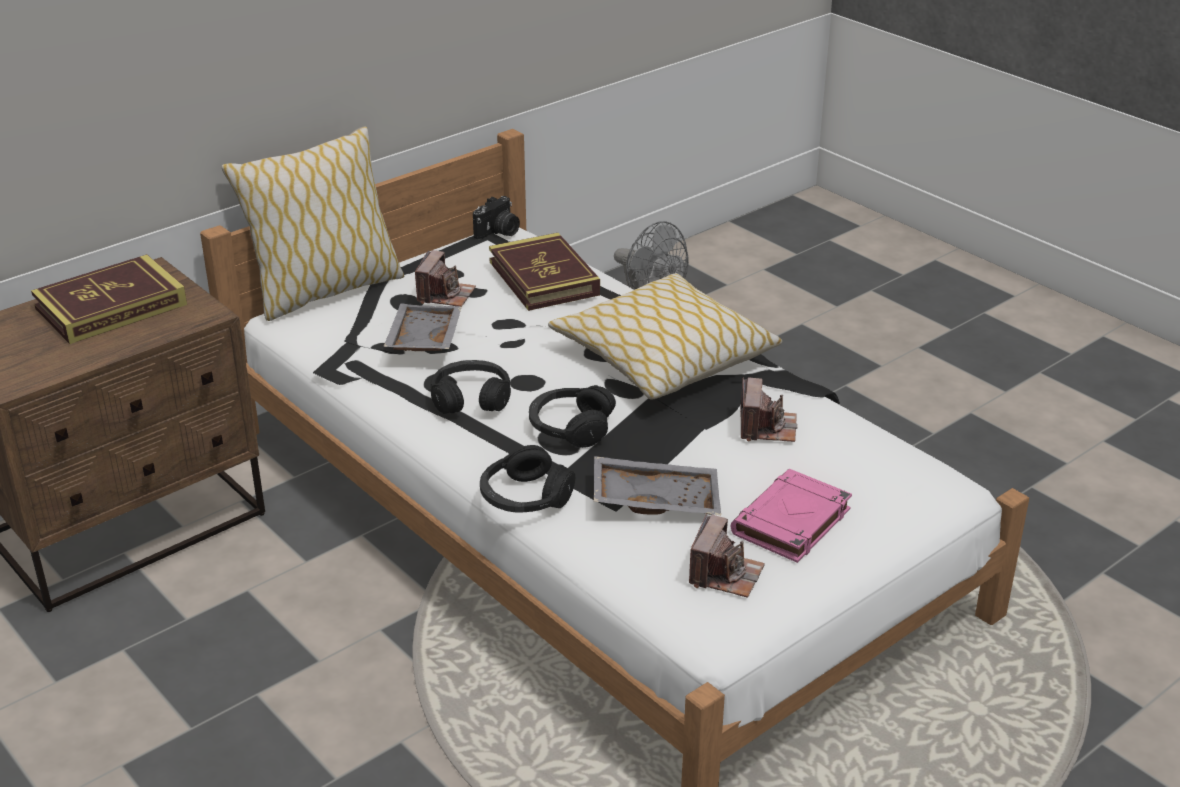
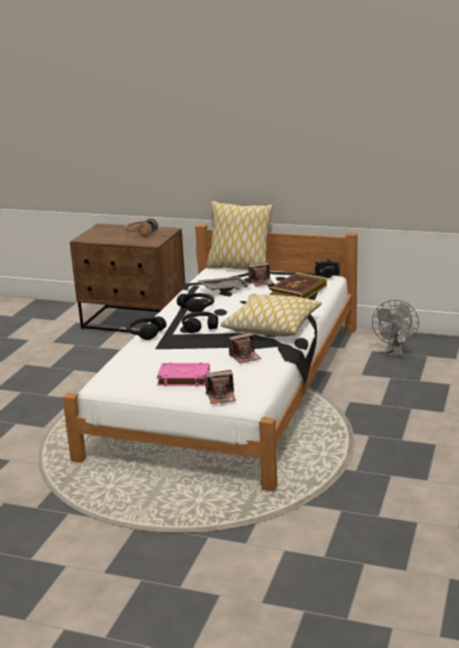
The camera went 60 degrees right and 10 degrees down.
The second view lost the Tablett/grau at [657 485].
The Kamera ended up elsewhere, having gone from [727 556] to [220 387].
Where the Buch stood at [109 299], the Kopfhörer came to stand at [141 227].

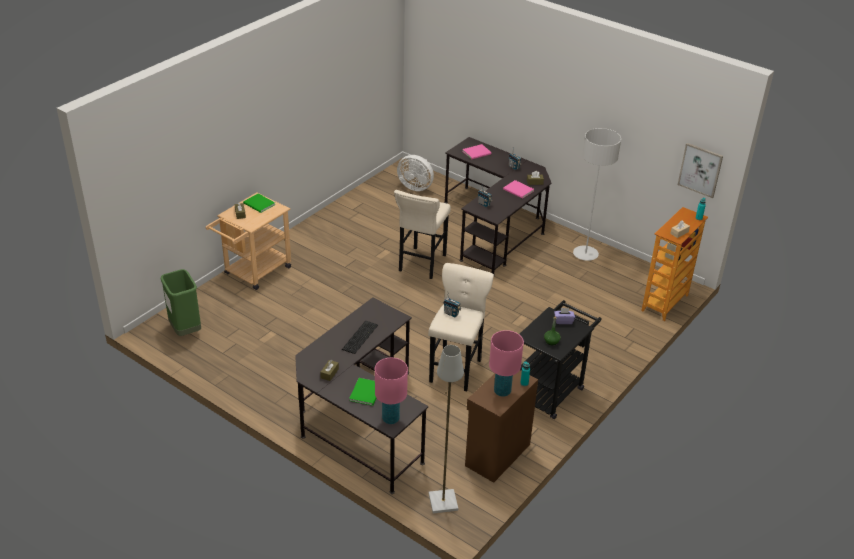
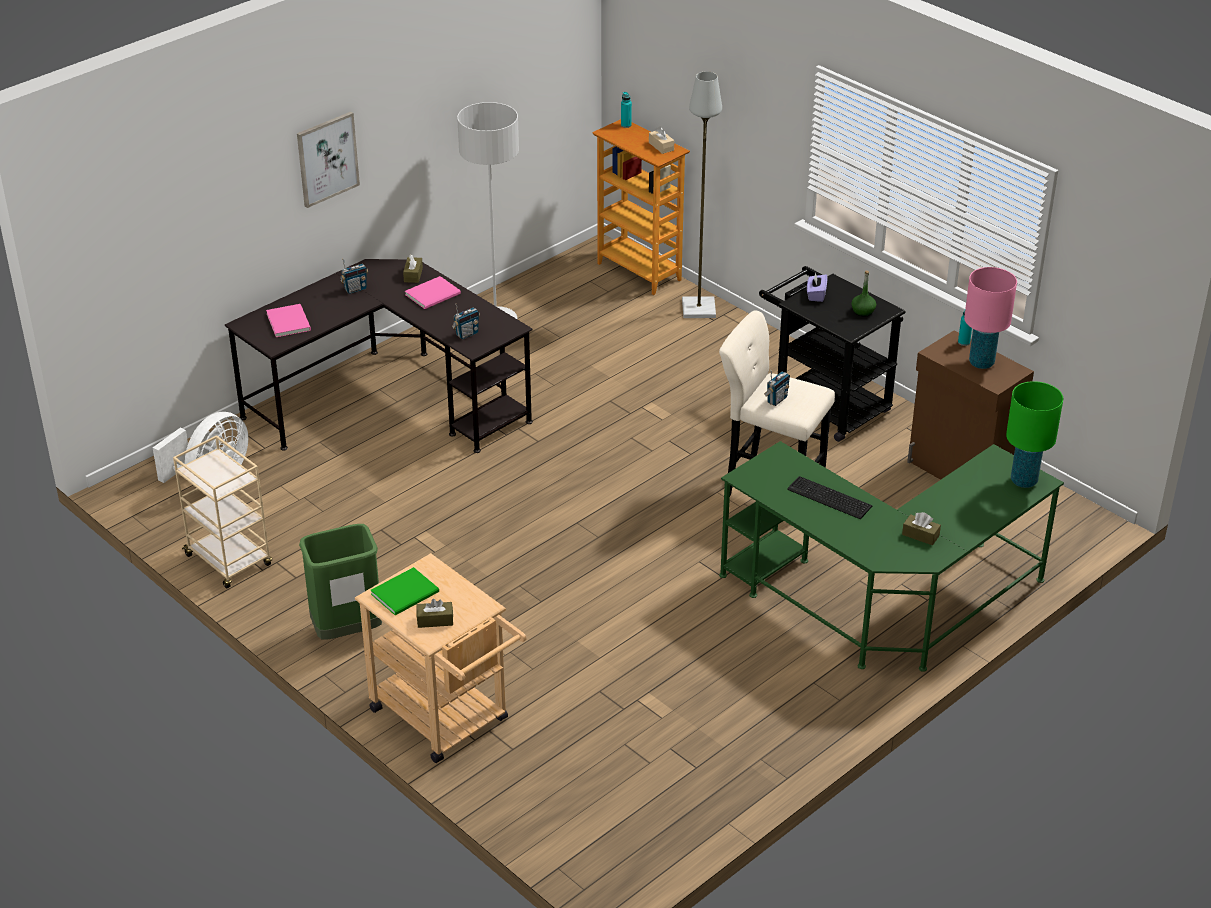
The camera went 80 degrees left and 0 degrees up.
The second view lost the Buch/grün at [362 392].
The second view lost the Hocker/beige at [422 234].
The second view gained the Rollwagen/beige at [222 511].
The Mülleimer/grün ended up elsewhere, having gone from [181 302] to [340 582].
The Stehlampe/grau ended up elsewhere, having gone from [446 429] to [702 194].
The Bild ended up elsewhere, having gone from [700 170] to [328 160].
What was the Schreibtisch/schwarz at [361 395] turned into the Schreibtisch/grün at [891 556].
What was the Tischlampe/rosa at [391 391] turned into the Tischlampe/grün at [1034 434].

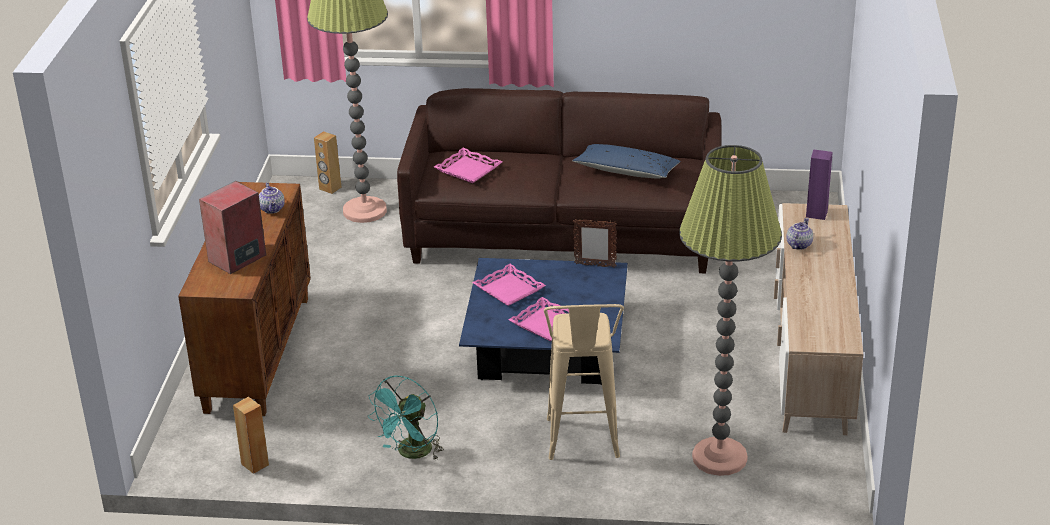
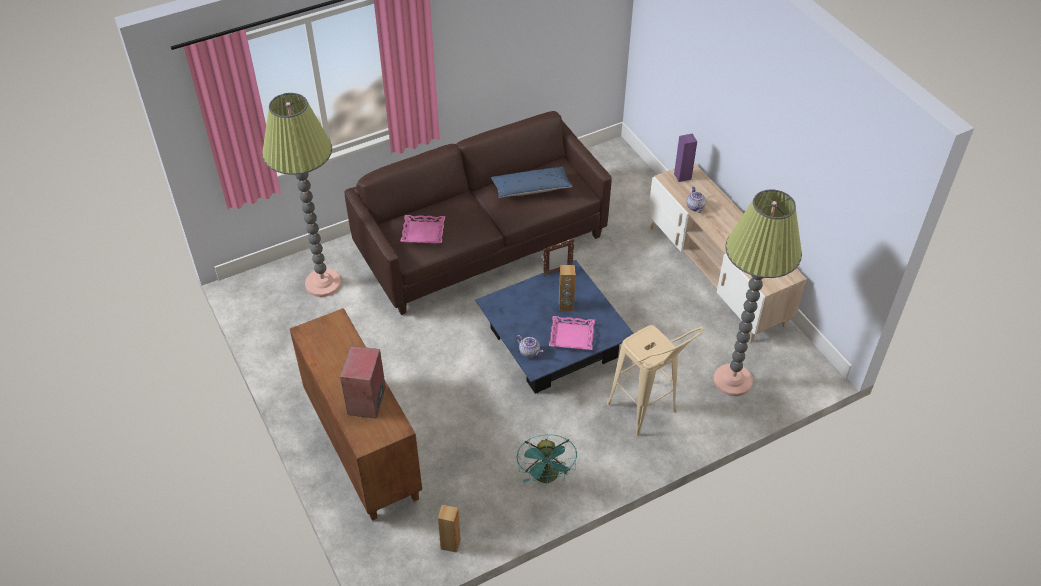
The camera went 35 degrees left and 15 degrees up.
The second view lost the Tablett/rosa at [509 285].
The Teekanne ended up elsewhere, having gone from [272 198] to [529 346].
The Lautsprecher/braun ended up elsewhere, having gone from [328 162] to [567 288].

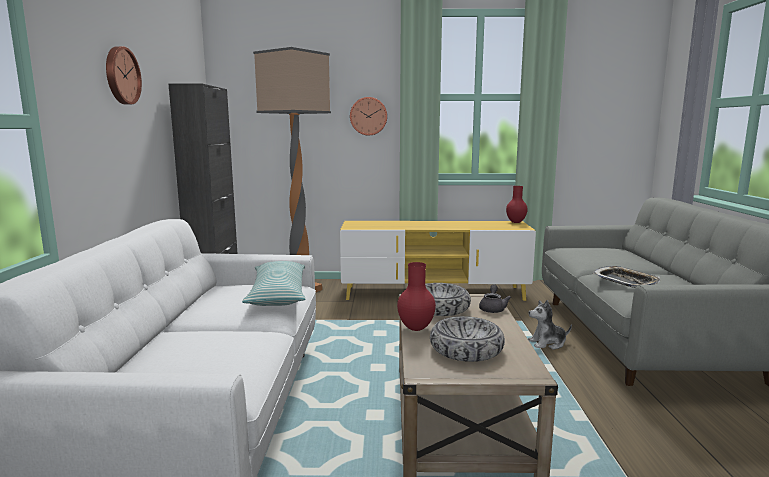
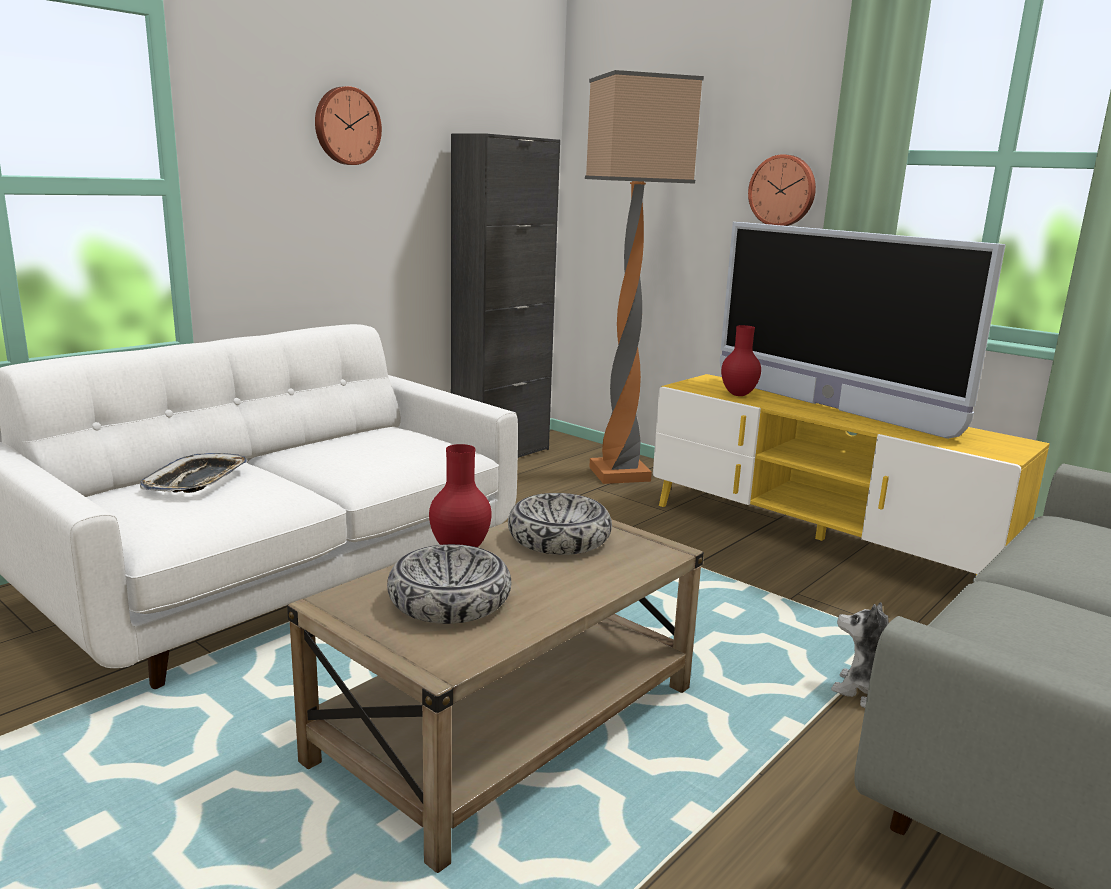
The camera went 40 degrees right and 5 degrees up.
The second view lost the Kissen at [273 283].
The second view lost the Teekanne/grau at [495 298].
The second view gained the Fernseher at [863 330].
The Vase/rot ended up elsewhere, having gone from [517 204] to [741 360].
The Tablett ended up elsewhere, having gone from [626 277] to [194 473].

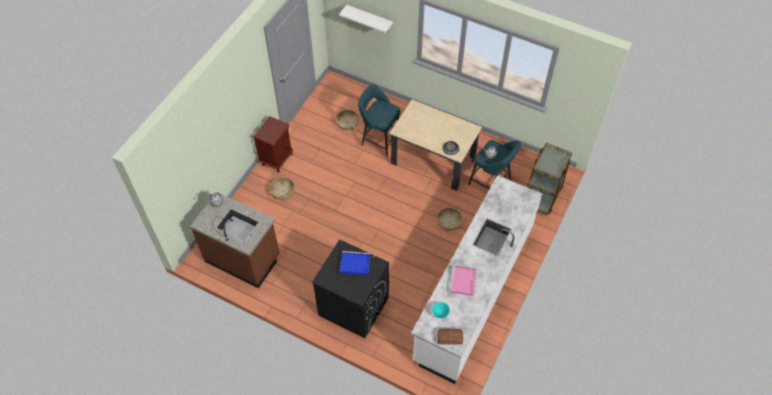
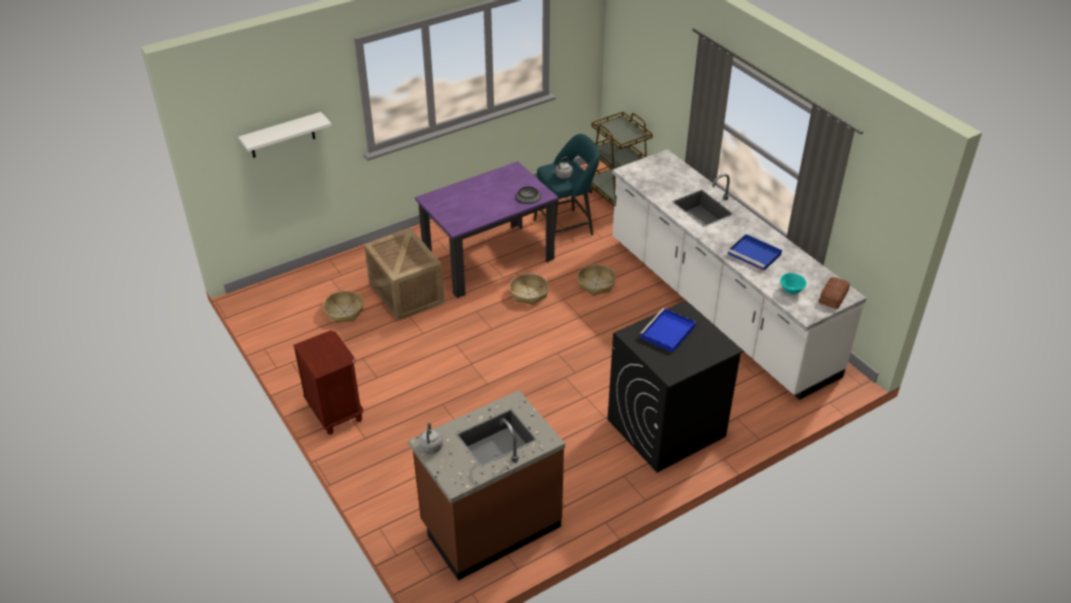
The camera went 60 degrees left and 15 degrees down.
The Korb ended up elsewhere, having gone from [282 189] to [529 289].
Where the Hocker/türkis stood at [379 120], the Kiste came to stand at [404 274].
What was the Esstisch/beige at [435 145] turned into the Esstisch/lila at [486 229].
What was the Tablett/rosa at [463 281] turned into the Tablett/blau at [755 252].

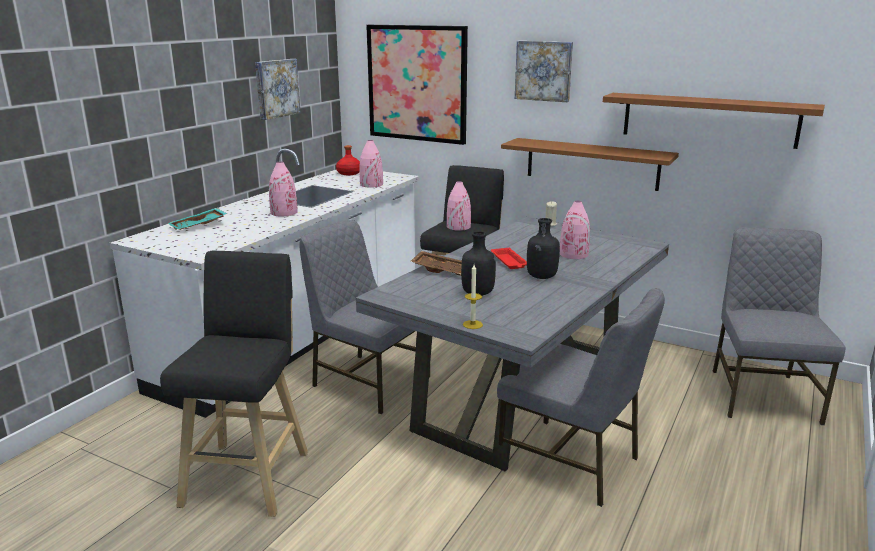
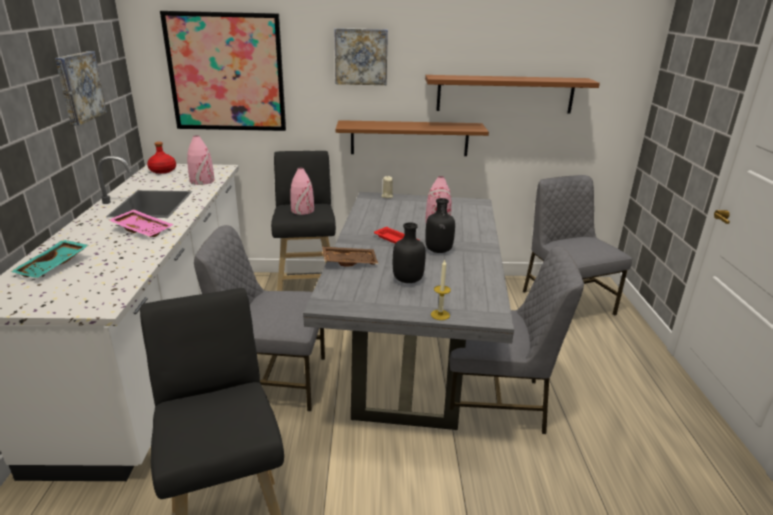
The camera went 30 degrees left and 5 degrees up.
Where the Vase/rosa stood at [283 189], the Tablett/rosa came to stand at [141 223].

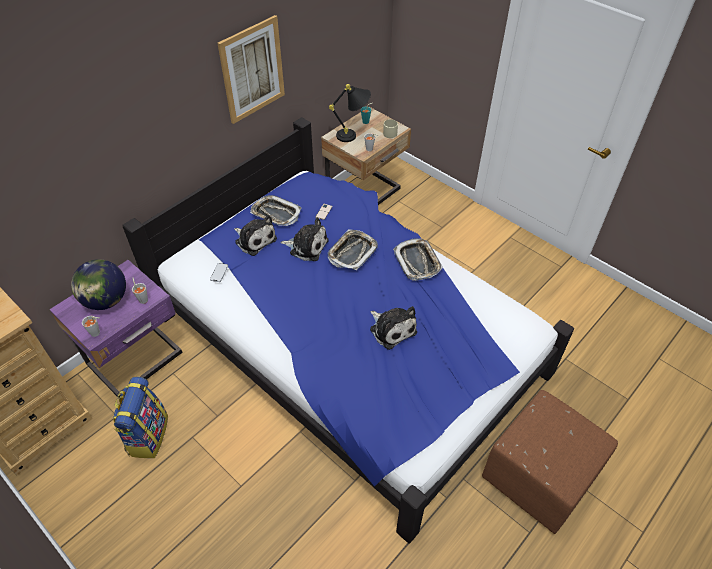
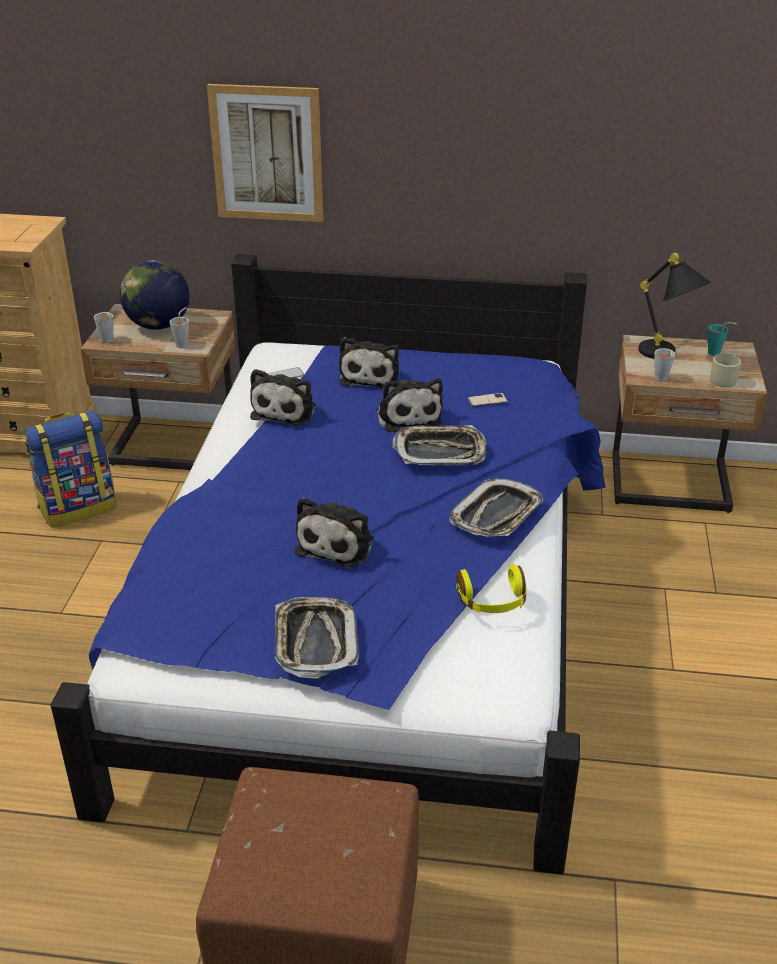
The camera went 55 degrees right and 15 degrees down.
The second view gained the Plüschtier at [283 397].
The second view gained the Kopfhörer/gelb at [491 588].
The Bild ended up elsewhere, having gone from [251 69] to [265 153].
The Tablett ended up elsewhere, having gone from [275 210] to [317 638].
What was the Nachttisch/lila at [116 329] turned into the Nachttisch/beige at [158 387].

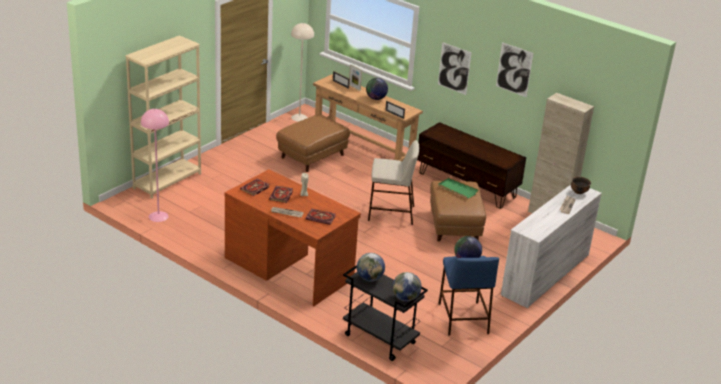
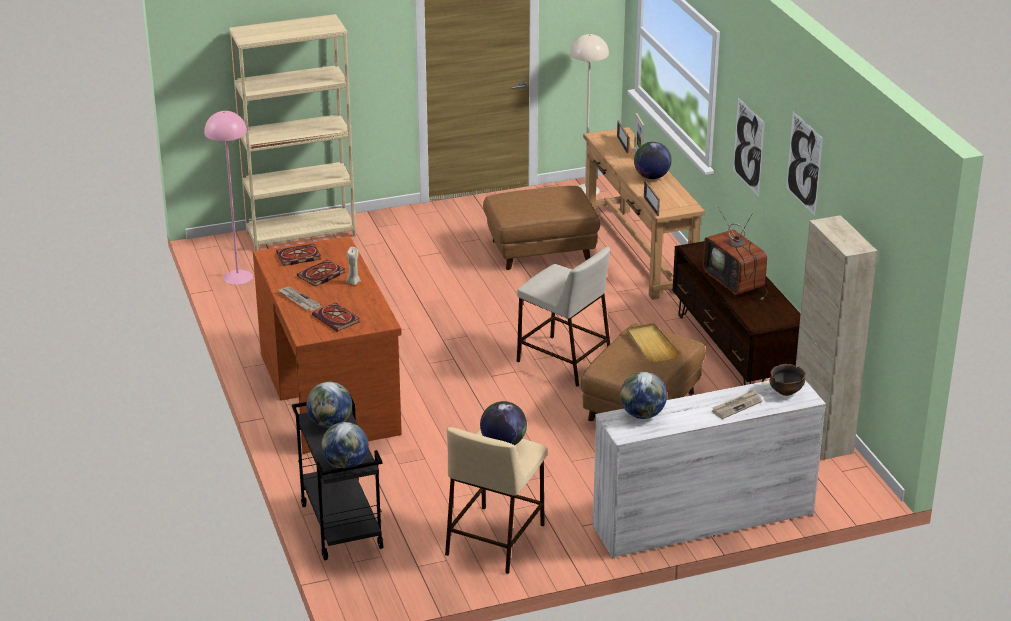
The camera went 35 degrees right and 0 degrees up.
The second view gained the Globus at [643 395].
The second view gained the Fernseher at [735 253].
What was the Tablett/grün at [458 187] turned into the Tablett/beige at [653 343].
What was the Hocker/blau at [468 296] turned into the Hocker/beige at [496 500].

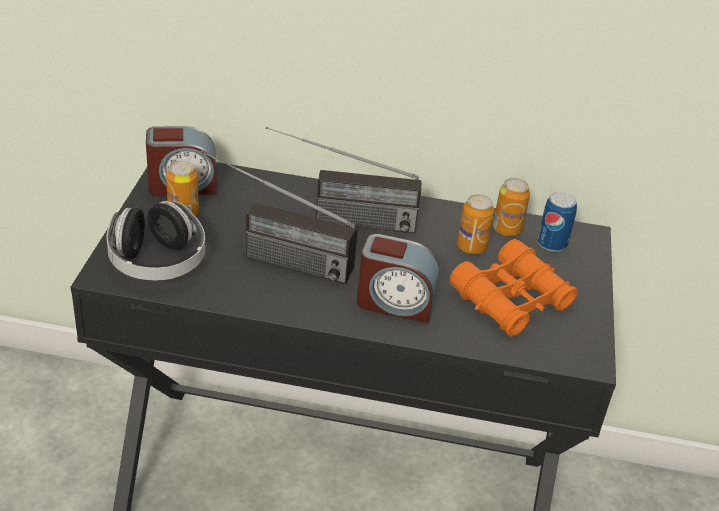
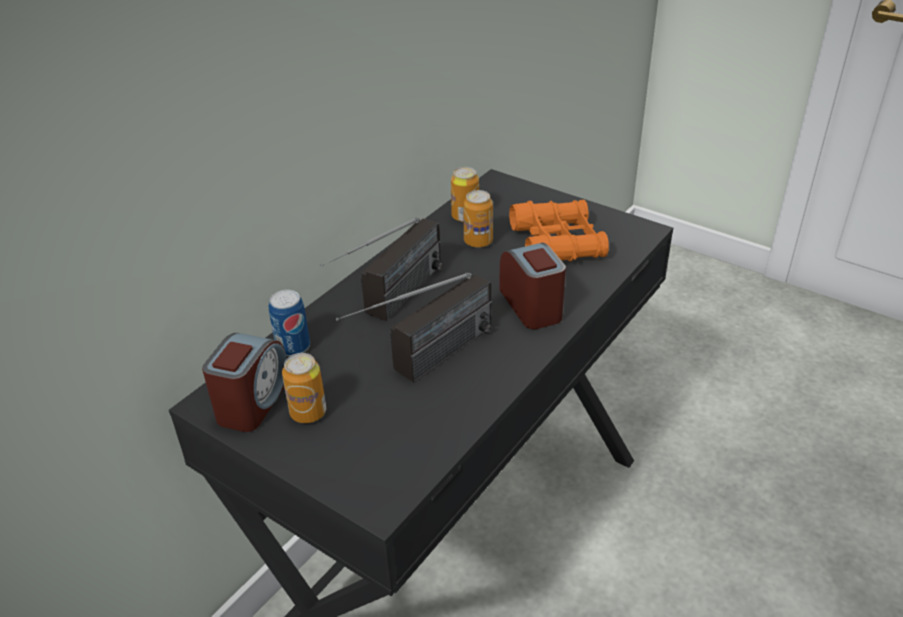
The camera went 60 degrees left and 0 degrees up.
The second view lost the Kopfhörer at [155 240].
The Dose ended up elsewhere, having gone from [557 222] to [289 323].
The Wecker at [398 278] ended up facing another way, 60 degrees counterclockwise from before.

